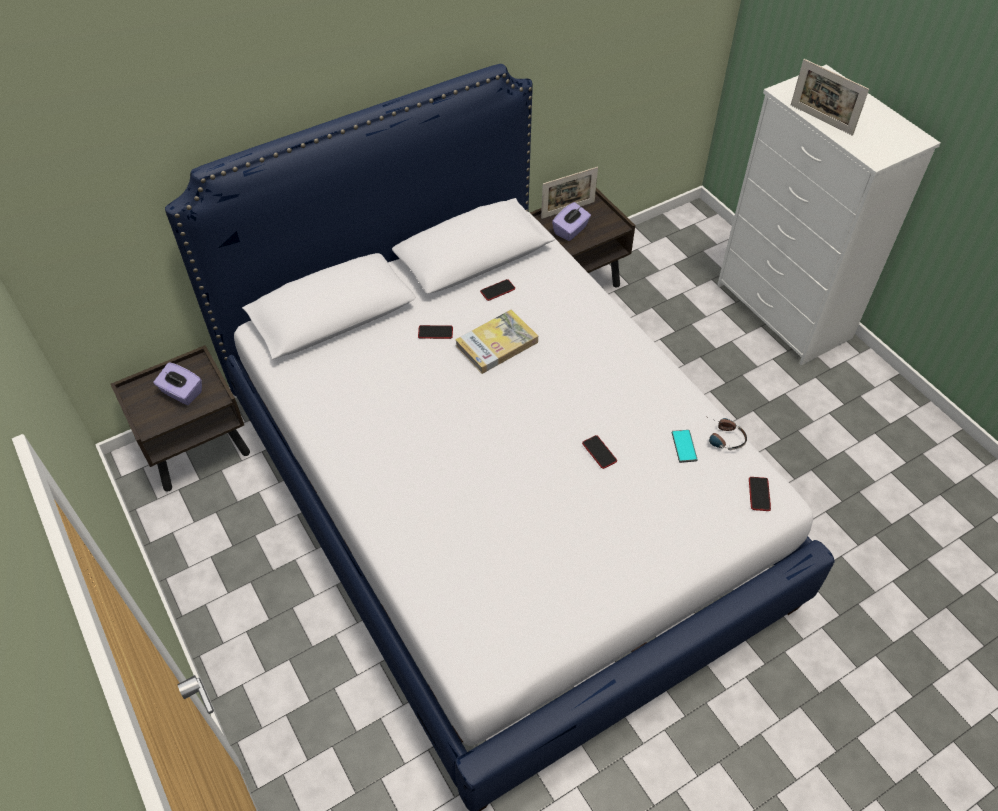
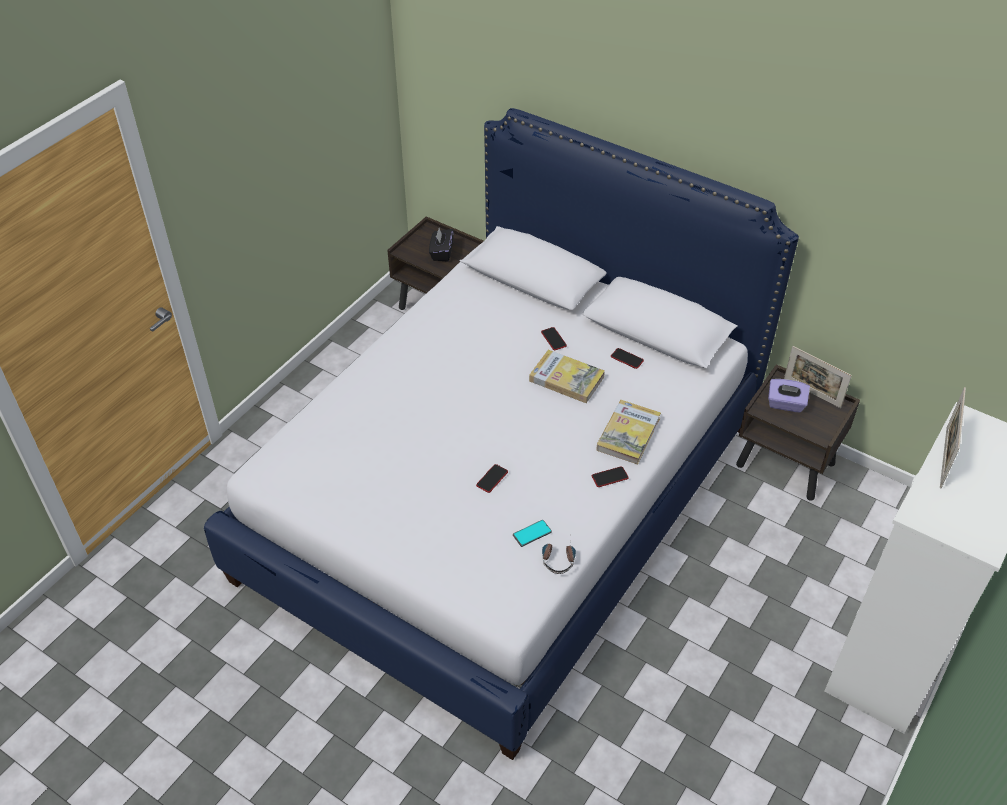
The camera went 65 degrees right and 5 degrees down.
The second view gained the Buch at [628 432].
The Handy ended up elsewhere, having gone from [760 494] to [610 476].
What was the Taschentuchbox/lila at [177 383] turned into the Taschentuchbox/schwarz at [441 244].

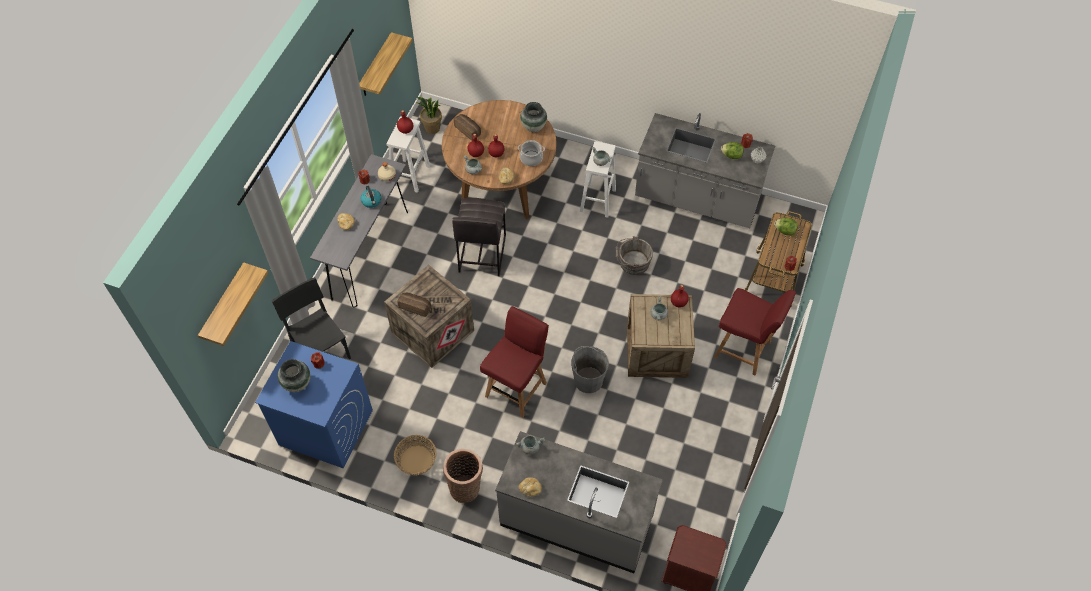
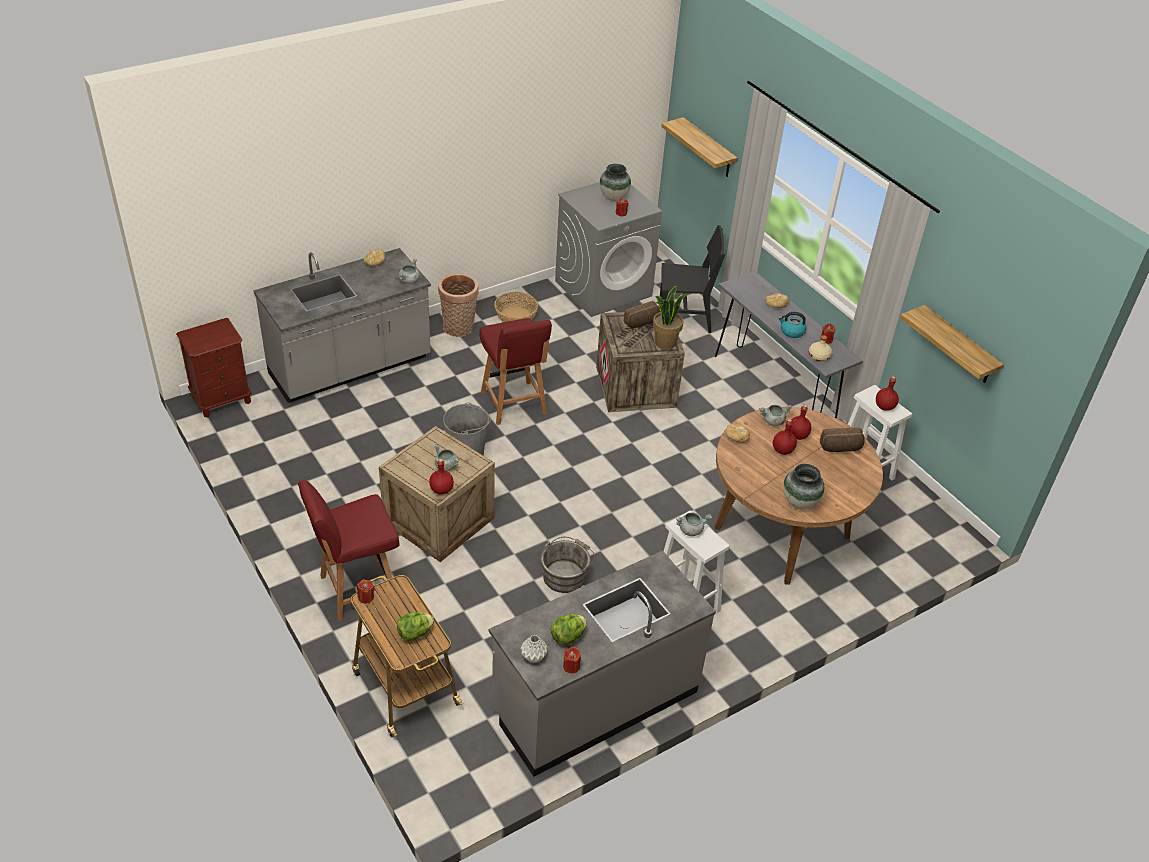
The camera went 125 degrees right and 15 degrees down.
The second view lost the Hocker/grau at [479 237].
The second view lost the Kochtopf at [531 153].
The Topfpflanze ended up elsewhere, having gone from [428 115] to [669 317].
What was the Waschmaschine/blau at [314 404] turned into the Waschmaschine/grau at [608 249].

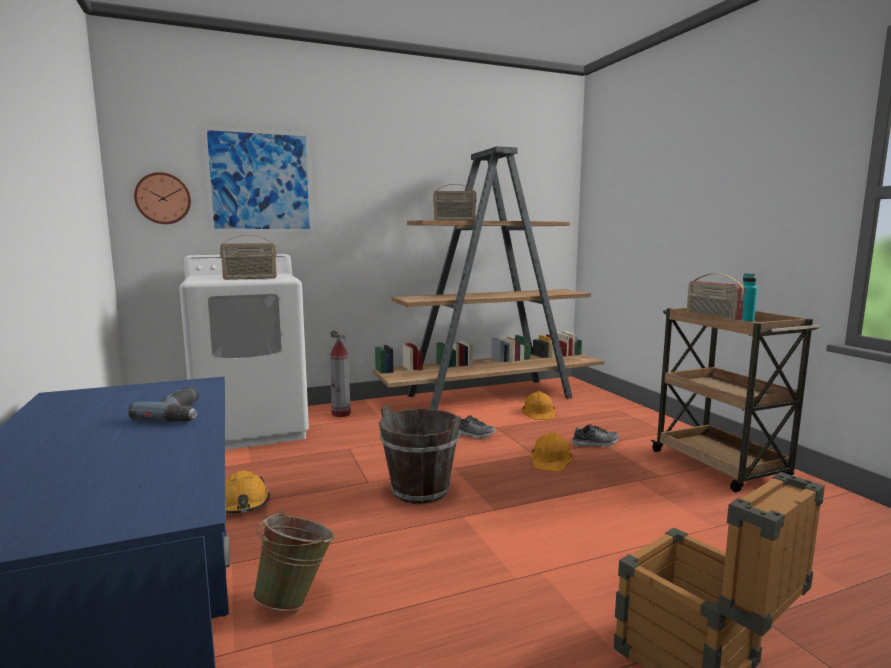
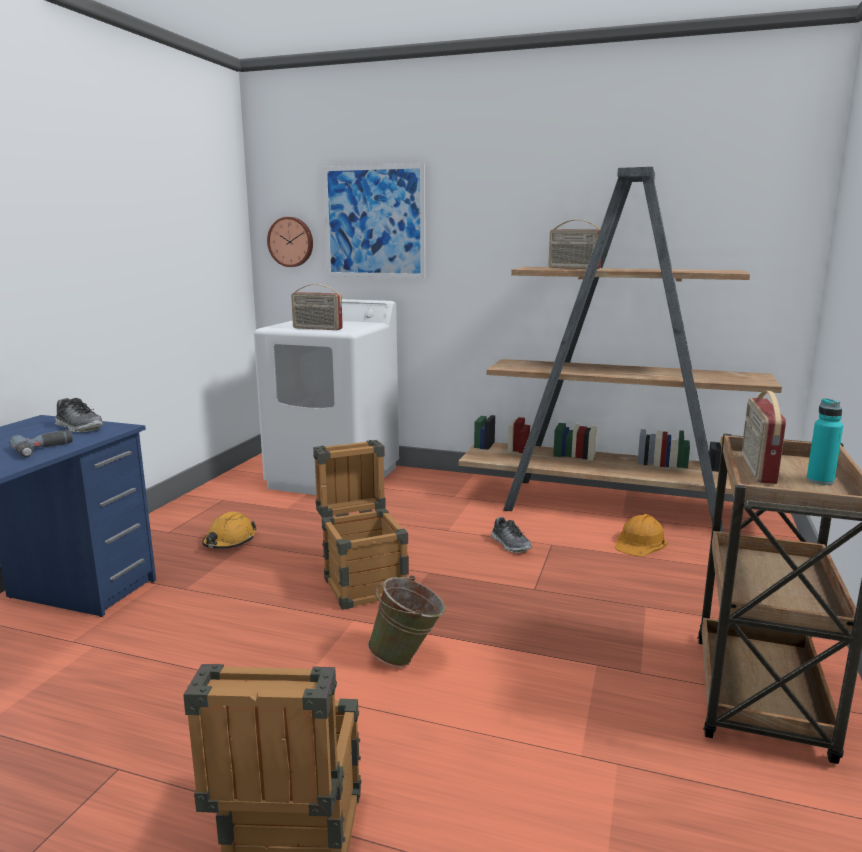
The camera went 40 degrees right and 5 degrees up.
The second view lost the Feuerlöscher at [340 372].
The second view lost the Schutzhelm/orange at [552 452].
The Eimer/grün ended up elsewhere, having gone from [293 560] to [406 621].
The Schuh ended up elsewhere, having gone from [595 435] to [79 415].
Where the Eimer/braun stood at [420 454], the Kiste came to stand at [361 525].

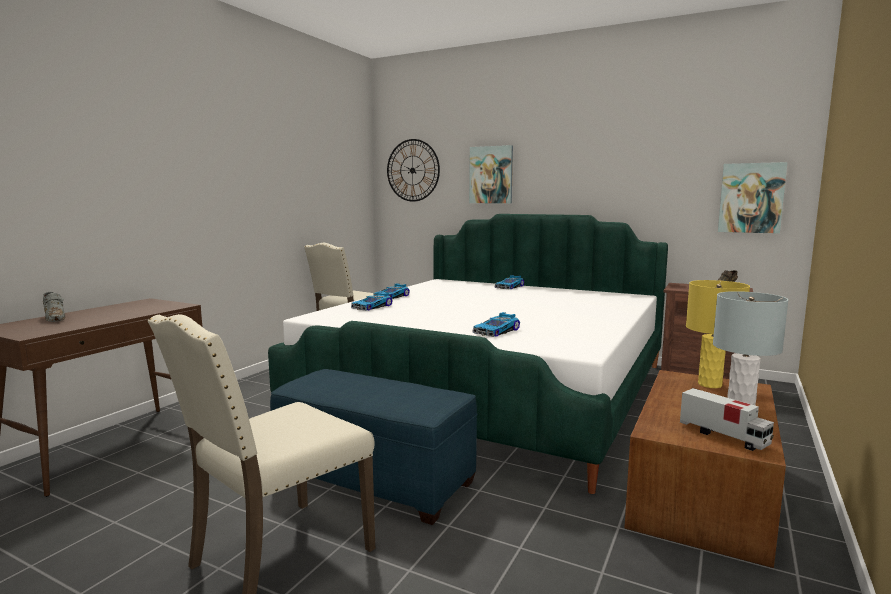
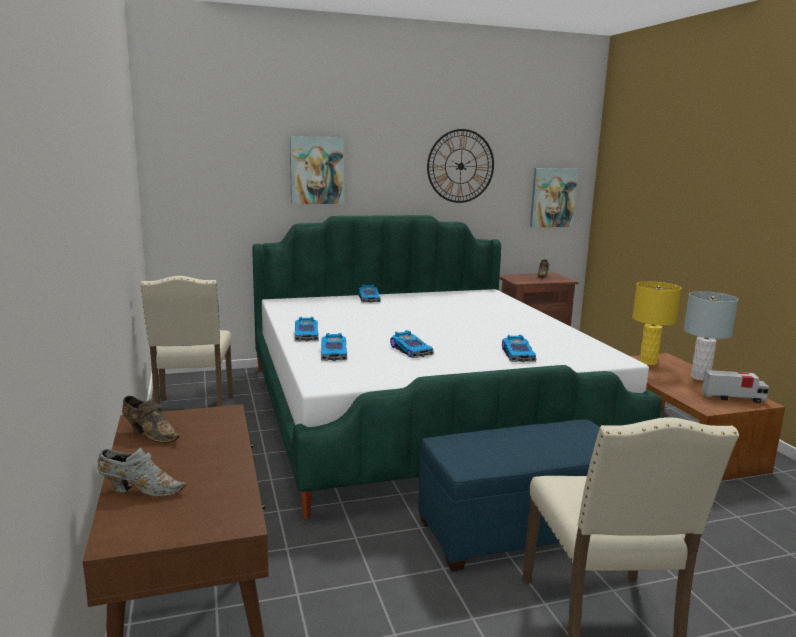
The camera went 45 degrees left and 5 degrees up.
The second view gained the Schuh/braun at [151 419].
The second view gained the Spielzeugauto at [412 344].
The Wanduhr ended up elsewhere, having gone from [413 170] to [460 166].

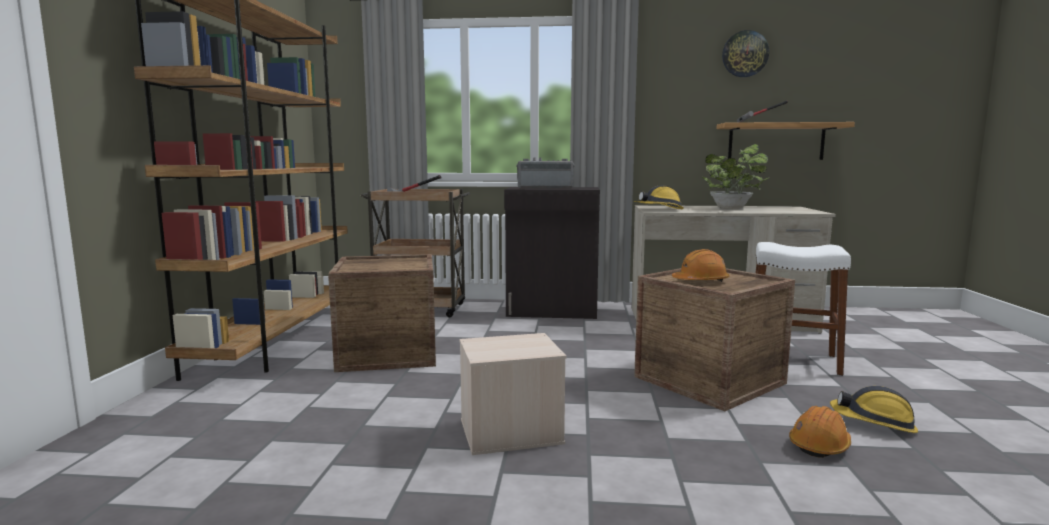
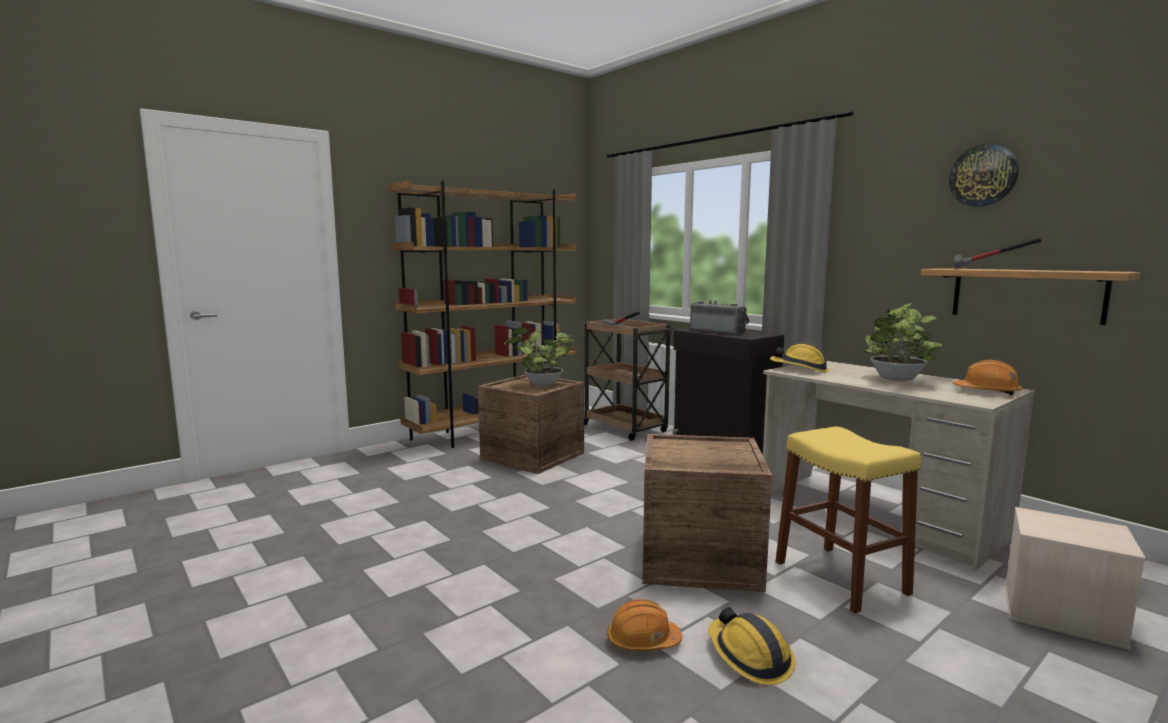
The camera went 45 degrees right and 0 degrees up.
The second view gained the Topfpflanze at [539 357].
The Aufbewahrungsbox/beige ended up elsewhere, having gone from [512 394] to [1075 578].
The Schutzhelm/orange ended up elsewhere, having gone from [700 265] to [987 377].
What was the Hocker/weiß at [803 309] turned into the Hocker/gelb at [848 520].

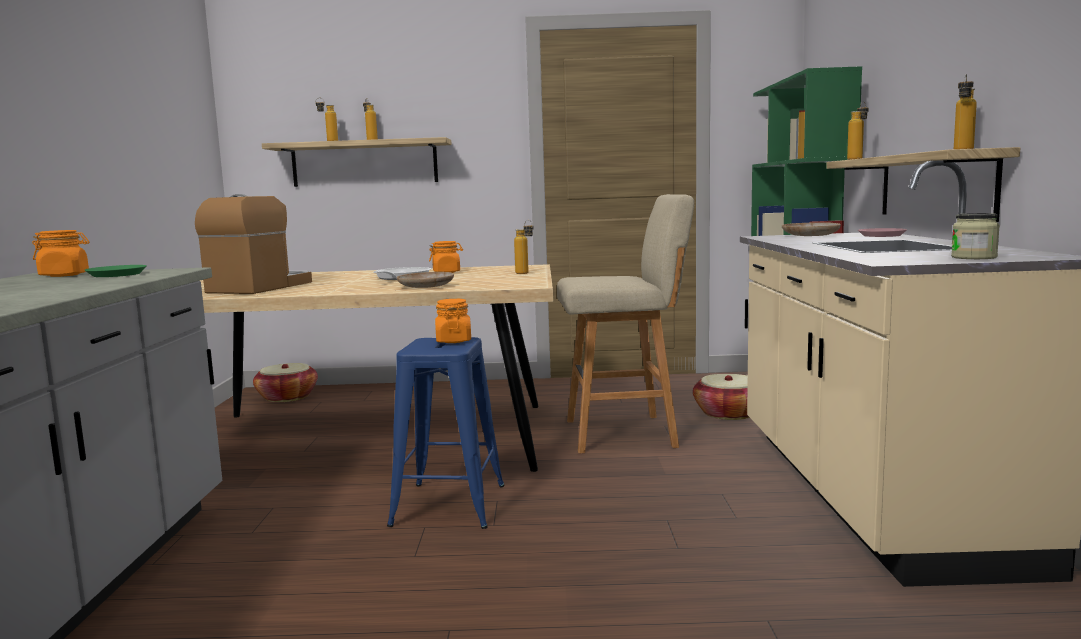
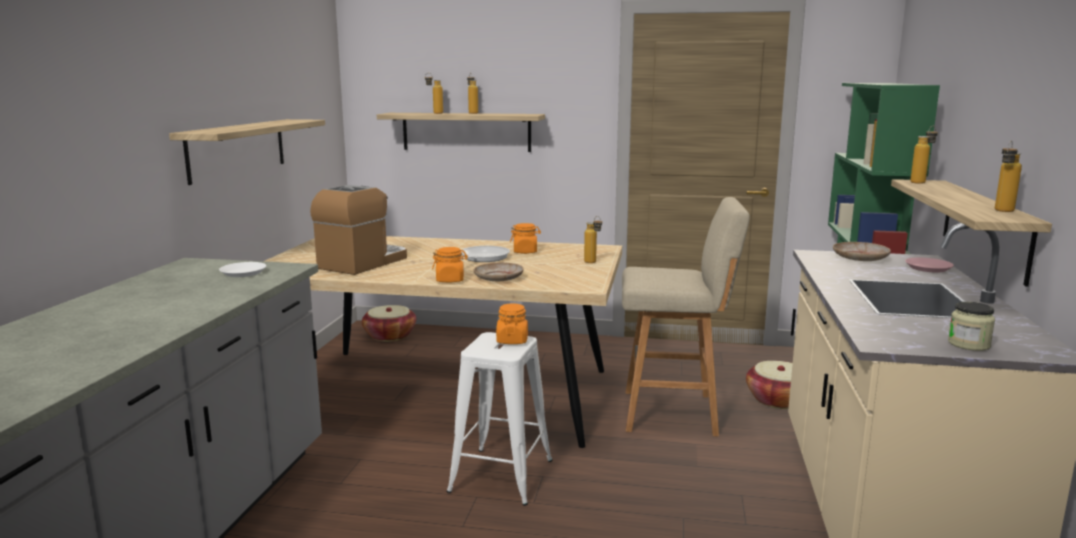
The camera went 10 degrees right and 5 degrees up.
The second view gained the Wandregal at [247 152].
The Vorratsglas/orange ended up elsewhere, having gone from [60 253] to [450 265].
What was the Teller/grün at [115 271] turned into the Teller/weiß at [242 269].
What was the Hocker/blau at [446 433] turned into the Hocker/weiß at [499 419].

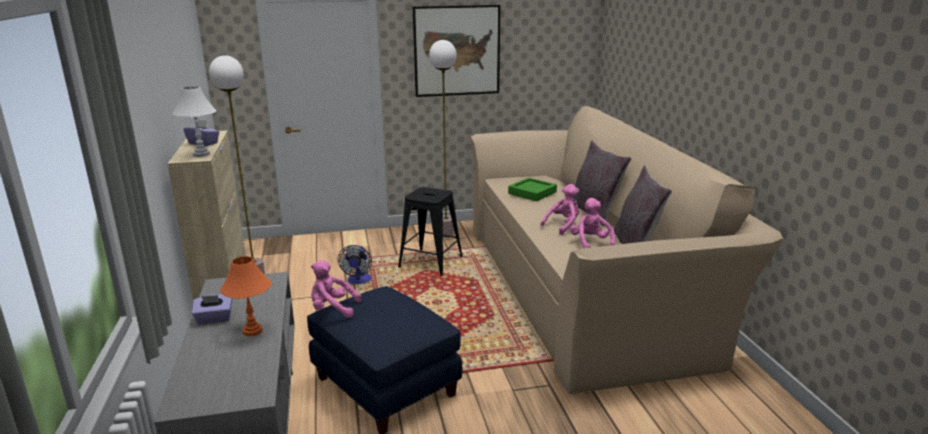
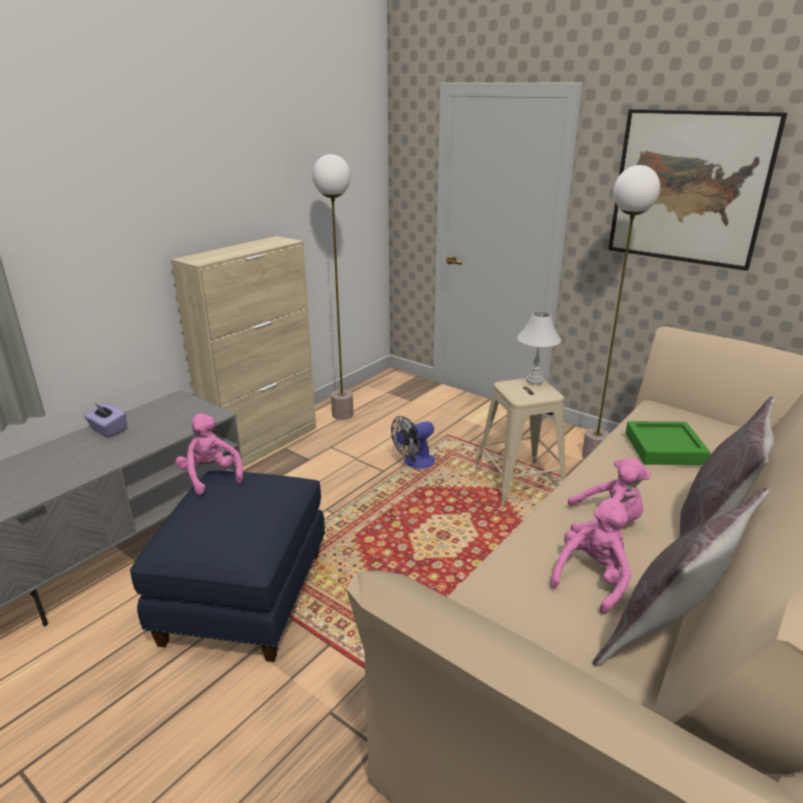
The camera went 50 degrees right and 5 degrees up.
The second view lost the Taschentuchbox/lila at [201 132].
The second view lost the Tischlampe/orange at [245 296].
The Tischlampe/weiß ended up elsewhere, having gone from [194 121] to [539 348].
What was the Hocker/schwarz at [430 231] turned into the Hocker/beige at [520 442].

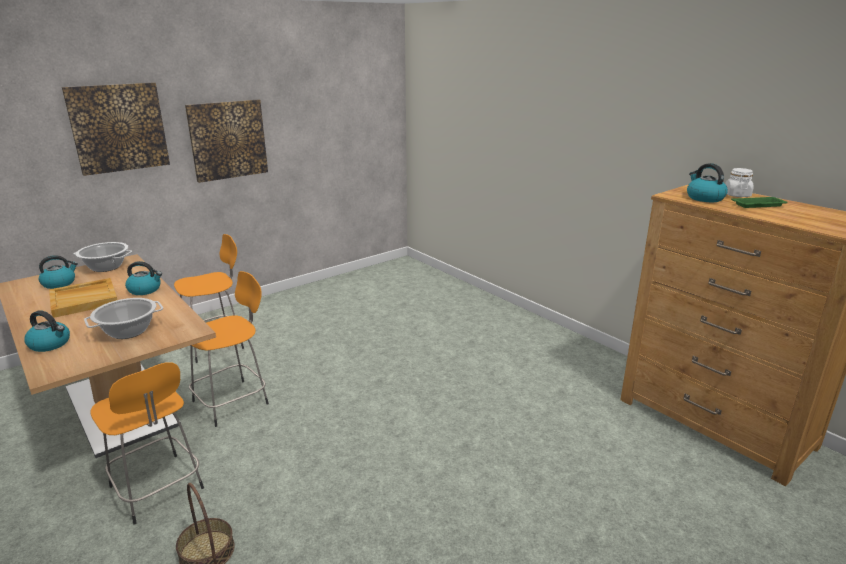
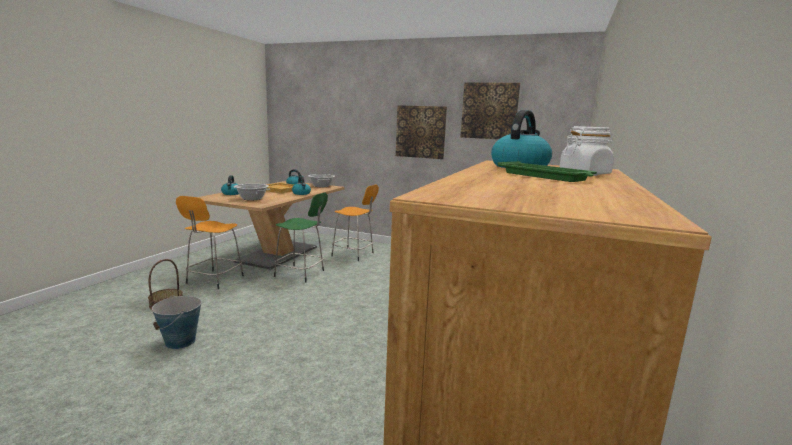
The camera went 60 degrees right and 10 degrees down.
The second view gained the Eimer at [176 322].
The Bild ended up elsewhere, having gone from [116 129] to [490 111].
What was the Hocker/orange at [229 349] turned into the Hocker/grün at [301 238].

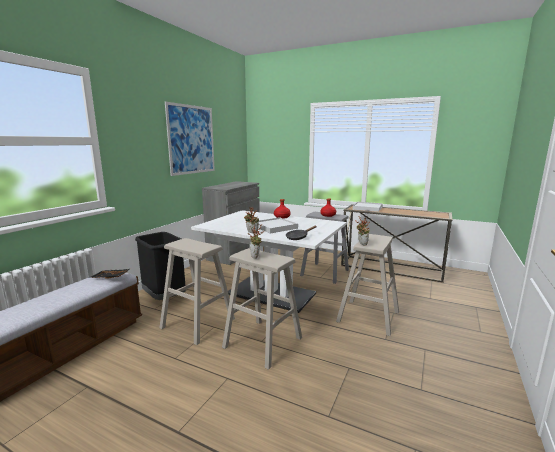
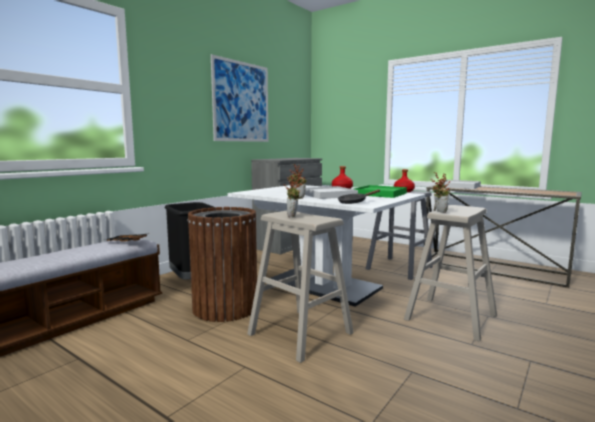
The camera went 10 degrees right and 5 degrees down.
The second view gained the Tablett/grün at [380 191].
Where the Hocker/beige stood at [197 291], the Mülleimer/braun came to stand at [222 264].

